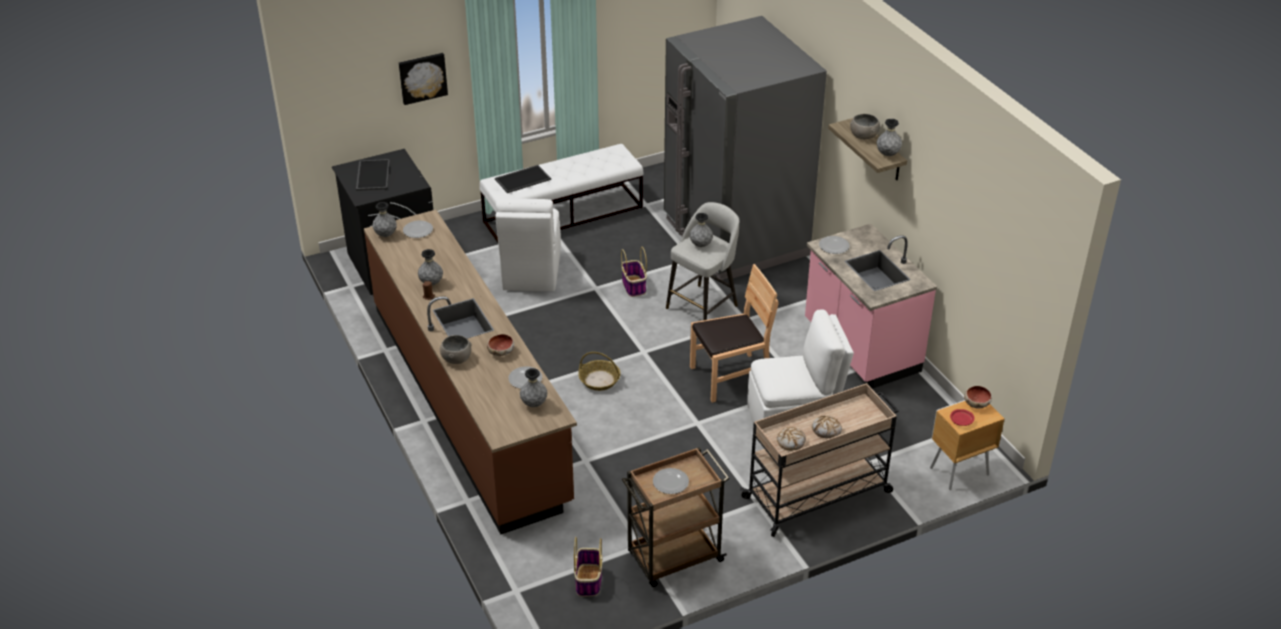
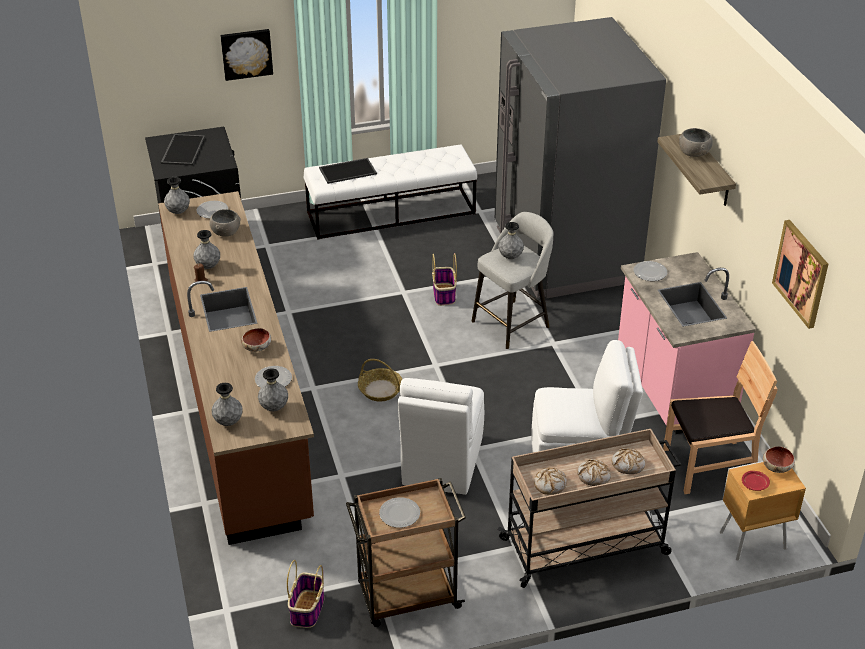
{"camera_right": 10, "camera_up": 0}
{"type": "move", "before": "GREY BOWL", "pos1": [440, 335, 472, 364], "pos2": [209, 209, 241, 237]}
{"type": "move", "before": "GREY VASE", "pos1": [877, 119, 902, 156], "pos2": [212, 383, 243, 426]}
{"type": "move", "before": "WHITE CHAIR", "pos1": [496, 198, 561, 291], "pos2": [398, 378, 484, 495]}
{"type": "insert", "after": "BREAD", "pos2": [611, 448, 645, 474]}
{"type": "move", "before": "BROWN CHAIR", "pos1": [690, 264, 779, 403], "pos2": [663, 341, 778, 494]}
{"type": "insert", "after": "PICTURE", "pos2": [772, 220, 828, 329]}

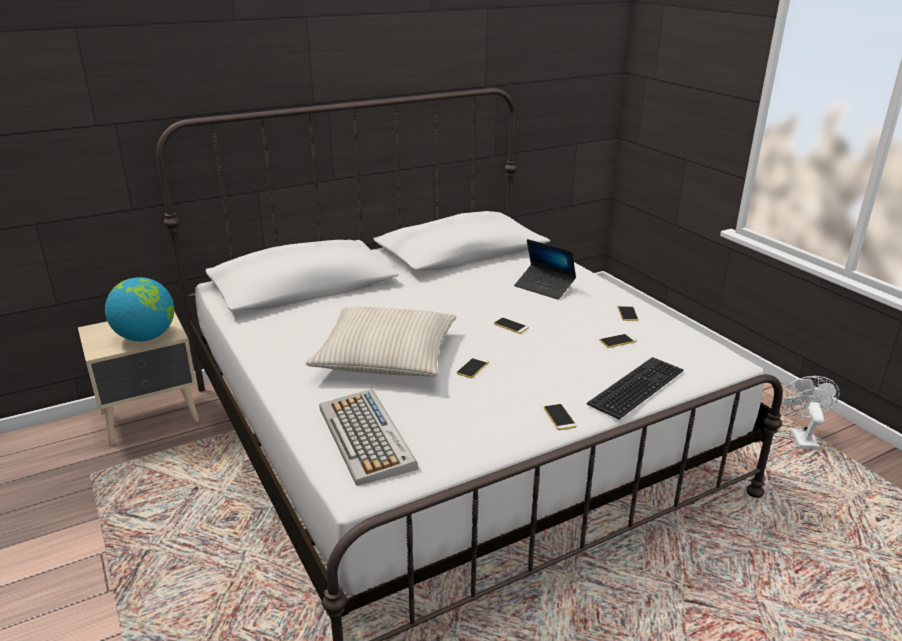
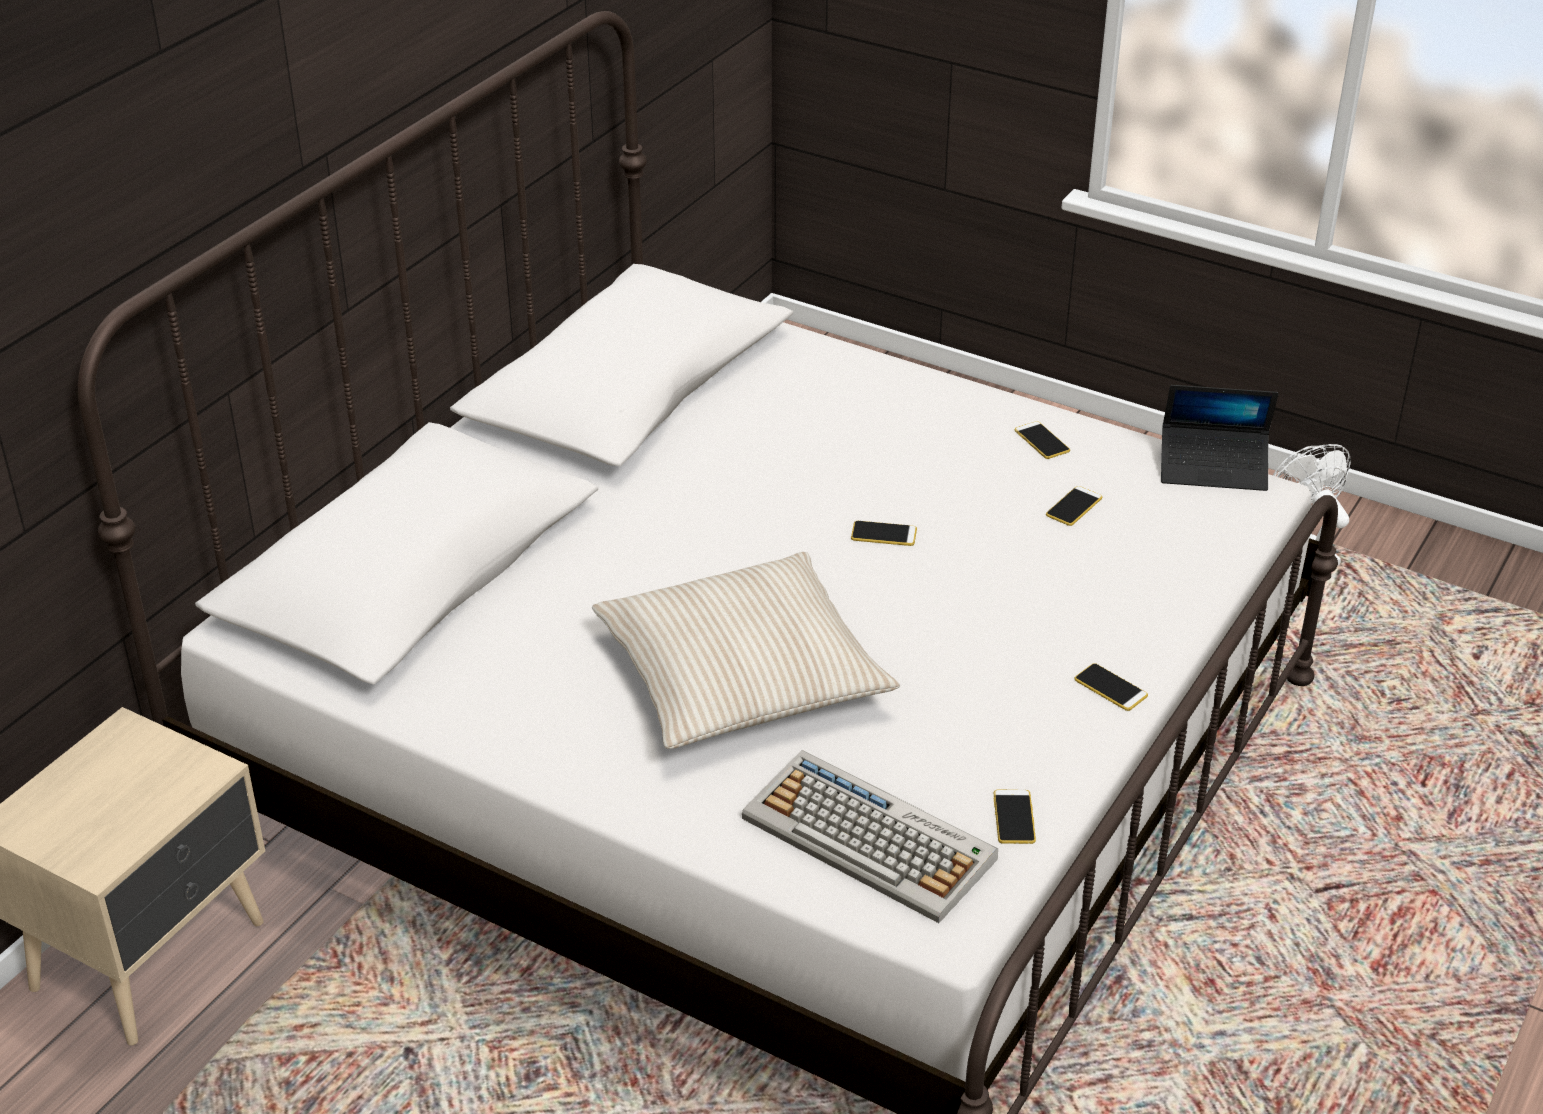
{"camera_right": -30, "camera_up": 10}
{"type": "move", "before": "PHONE", "pos1": [456, 357, 489, 378], "pos2": [994, 790, 1036, 844]}
{"type": "move", "before": "LAPTOP", "pos1": [514, 239, 576, 300], "pos2": [1161, 385, 1278, 491]}
{"type": "delete", "before": "GLOBE", "pos1": [105, 277, 174, 341]}
{"type": "delete", "before": "KEYBOARD", "pos1": [587, 357, 684, 419]}

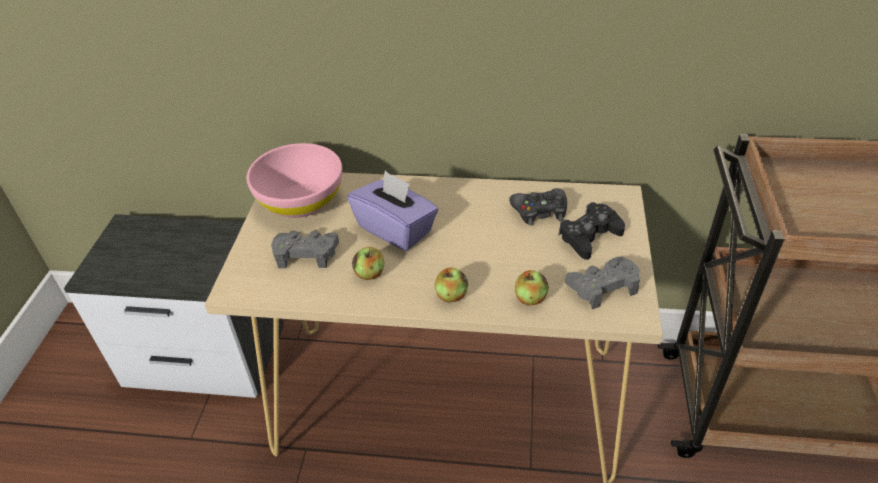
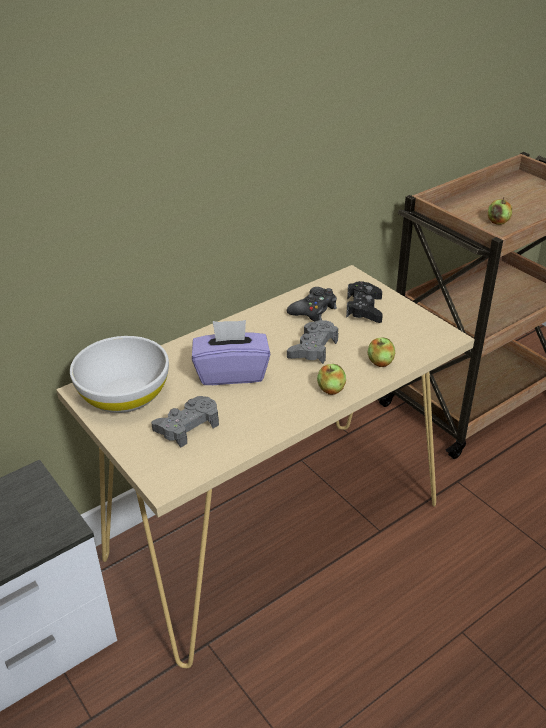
{"camera_right": -45, "camera_up": -5}
{"type": "recolor", "before": "PINK BOWL", "after": "WHITE BOWL", "pos1": [246, 143, 342, 218], "pos2": [70, 336, 169, 413]}
{"type": "move", "before": "GREY GAME CONTROLLER", "pos1": [565, 257, 640, 309], "pos2": [287, 320, 338, 364]}
{"type": "move", "before": "APPLE", "pos1": [352, 247, 384, 280], "pos2": [488, 197, 512, 225]}

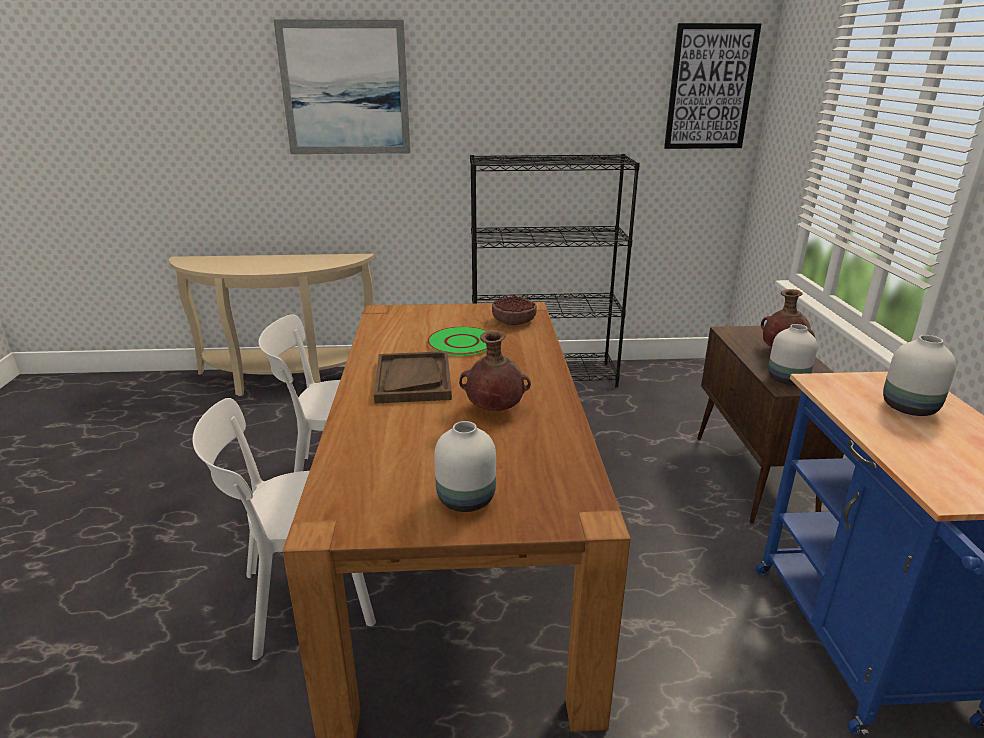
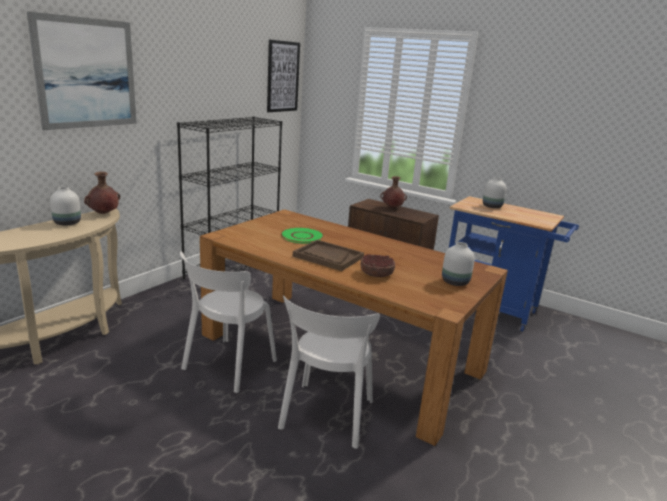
{"camera_right": -55, "camera_up": -5}
{"type": "move", "before": "WHITE VASE", "pos1": [768, 324, 817, 385], "pos2": [50, 187, 81, 226]}
{"type": "move", "before": "BROWN VASE", "pos1": [459, 330, 531, 411], "pos2": [84, 172, 120, 214]}
{"type": "move", "before": "BOWL", "pos1": [492, 296, 537, 325], "pos2": [361, 254, 395, 277]}

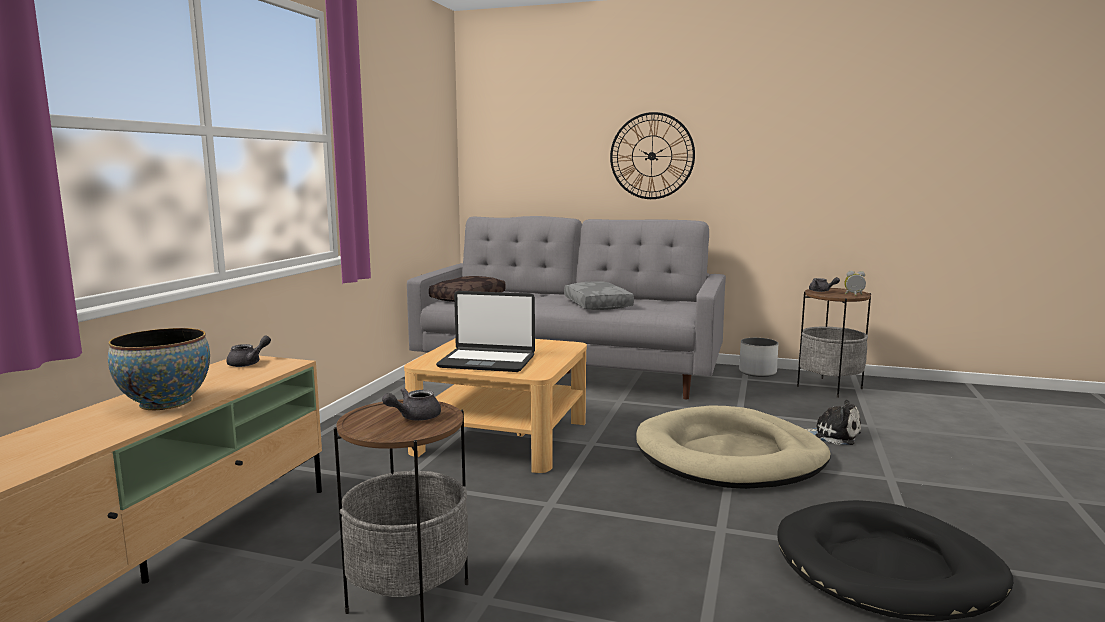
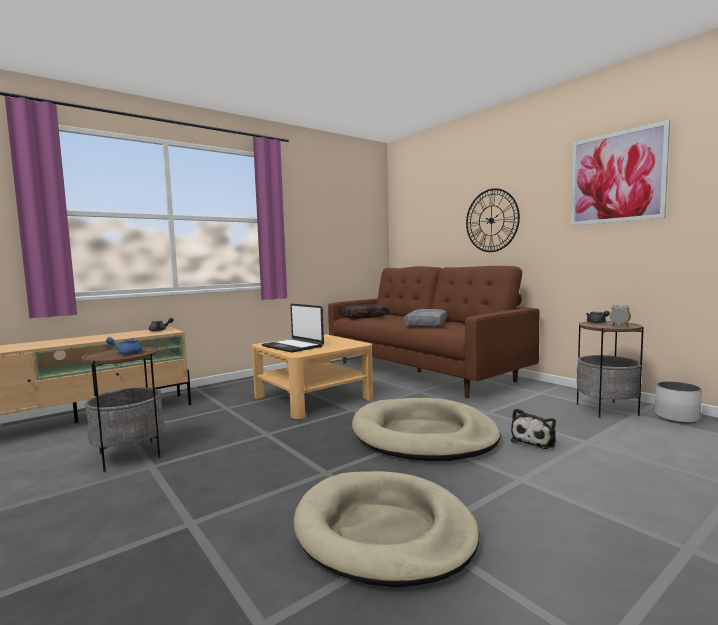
{"camera_right": 35, "camera_up": -5}
{"type": "recolor", "before": "GREY TEAPOT", "after": "BLUE TEAPOT", "pos1": [382, 388, 441, 421], "pos2": [106, 337, 142, 355]}
{"type": "recolor", "before": "BLACK DOG BED", "after": "BEIGE DOG BED", "pos1": [777, 500, 1013, 621], "pos2": [294, 471, 479, 587]}
{"type": "recolor", "before": "GREY SOFA", "after": "BROWN SOFA", "pos1": [407, 216, 726, 399], "pos2": [328, 266, 540, 398]}
{"type": "rotate", "before": "PLUSH TOY", "pos1": [806, 400, 861, 445], "pos2": [511, 408, 556, 449], "turn": 60}
{"type": "insert", "after": "PICTURE", "pos2": [571, 120, 670, 226]}
{"type": "move", "before": "WHITE PLANTER", "pos1": [739, 338, 778, 377], "pos2": [655, 381, 702, 424]}
{"type": "delete", "before": "BOWL", "pos1": [108, 328, 210, 410]}

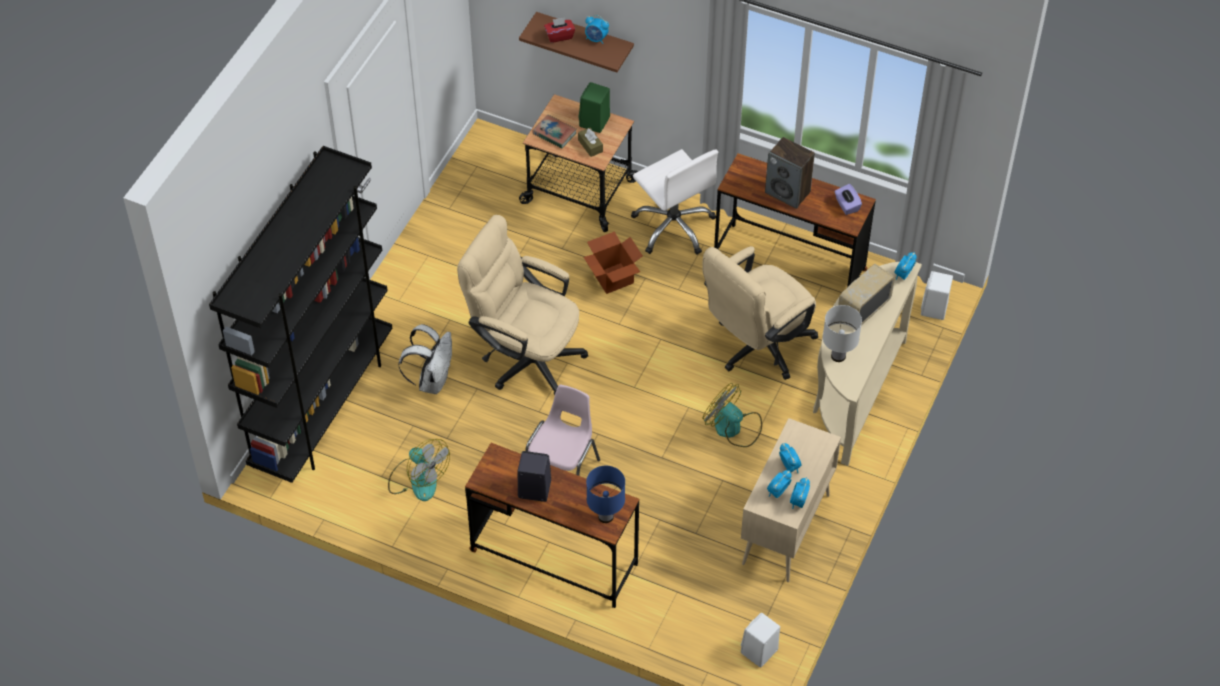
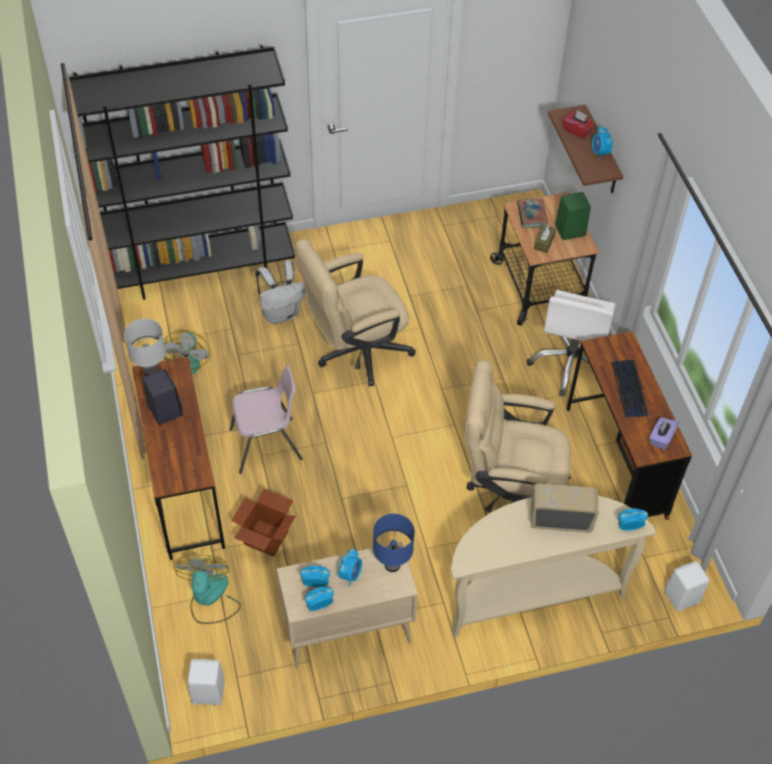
{"camera_right": 50, "camera_up": 0}
{"type": "move", "before": "WHITE TABLE LAMP", "pos1": [823, 305, 862, 362], "pos2": [124, 319, 166, 376]}
{"type": "move", "before": "FAN", "pos1": [703, 383, 762, 447], "pos2": [173, 555, 241, 624]}
{"type": "move", "before": "CARDBOARD BOX", "pos1": [583, 231, 643, 294], "pos2": [231, 489, 296, 557]}
{"type": "rotate", "before": "BEIGE OFFICE CHAIR", "pos1": [457, 215, 588, 395], "pos2": [294, 239, 416, 386], "turn": -105}
{"type": "move", "before": "BLUE TABLE LAMP", "pos1": [586, 466, 625, 523], "pos2": [373, 514, 415, 572]}
{"type": "replace", "before": "SPEAKER", "after": "KEYBOARD", "pos1": [765, 137, 815, 209], "pos2": [611, 360, 648, 418]}

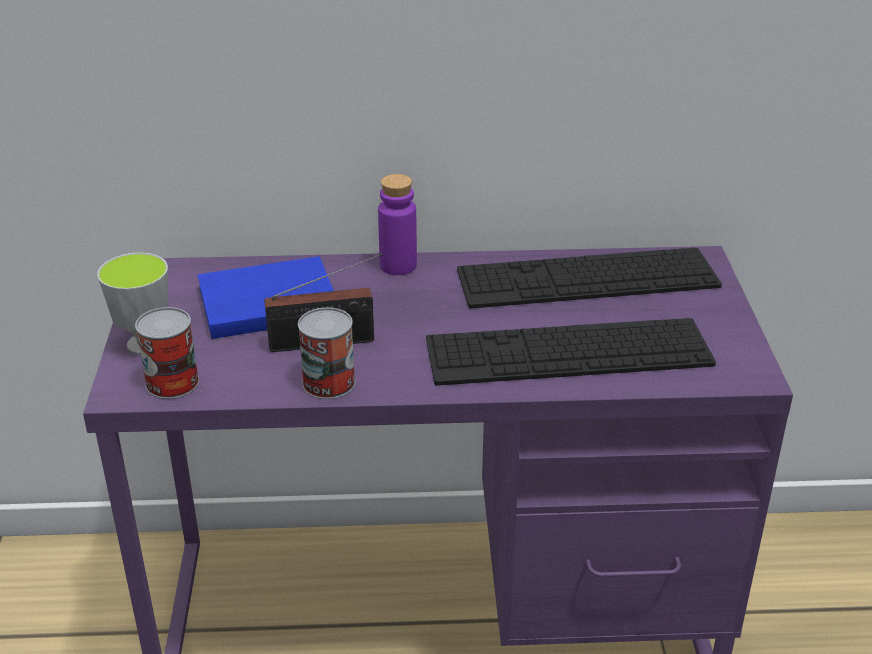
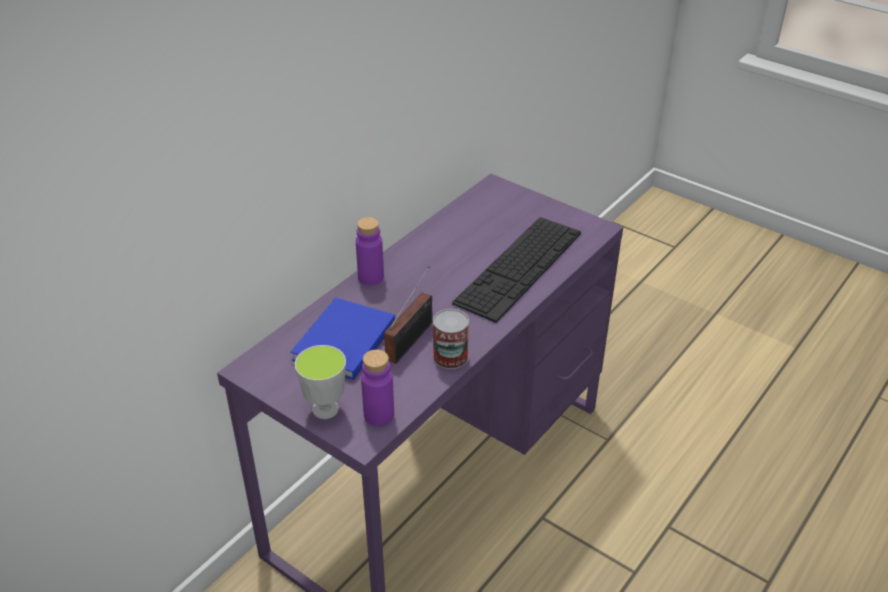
{"camera_right": -50, "camera_up": 5}
{"type": "replace", "before": "CAN", "after": "PURPLE BOTTLE", "pos1": [135, 307, 199, 399], "pos2": [361, 350, 394, 426]}
{"type": "delete", "before": "KEYBOARD", "pos1": [457, 247, 722, 309]}

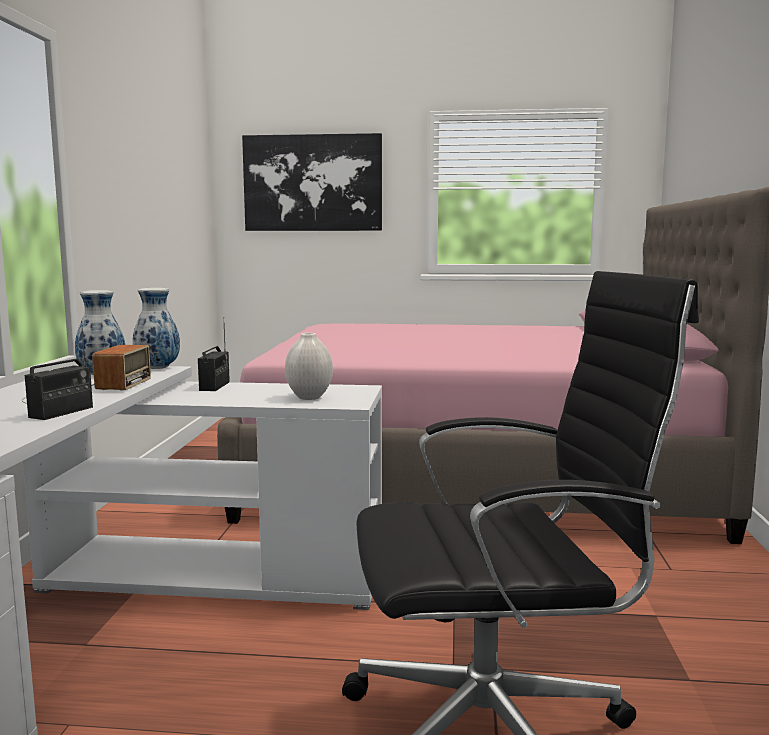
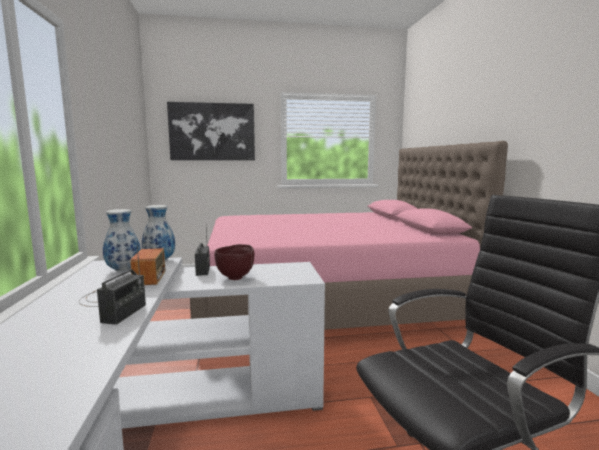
{"camera_right": -15, "camera_up": 0}
{"type": "insert", "after": "BROWN BOWL", "pos2": [215, 244, 254, 280]}
{"type": "delete", "before": "WHITE VASE", "pos1": [285, 333, 333, 400]}

